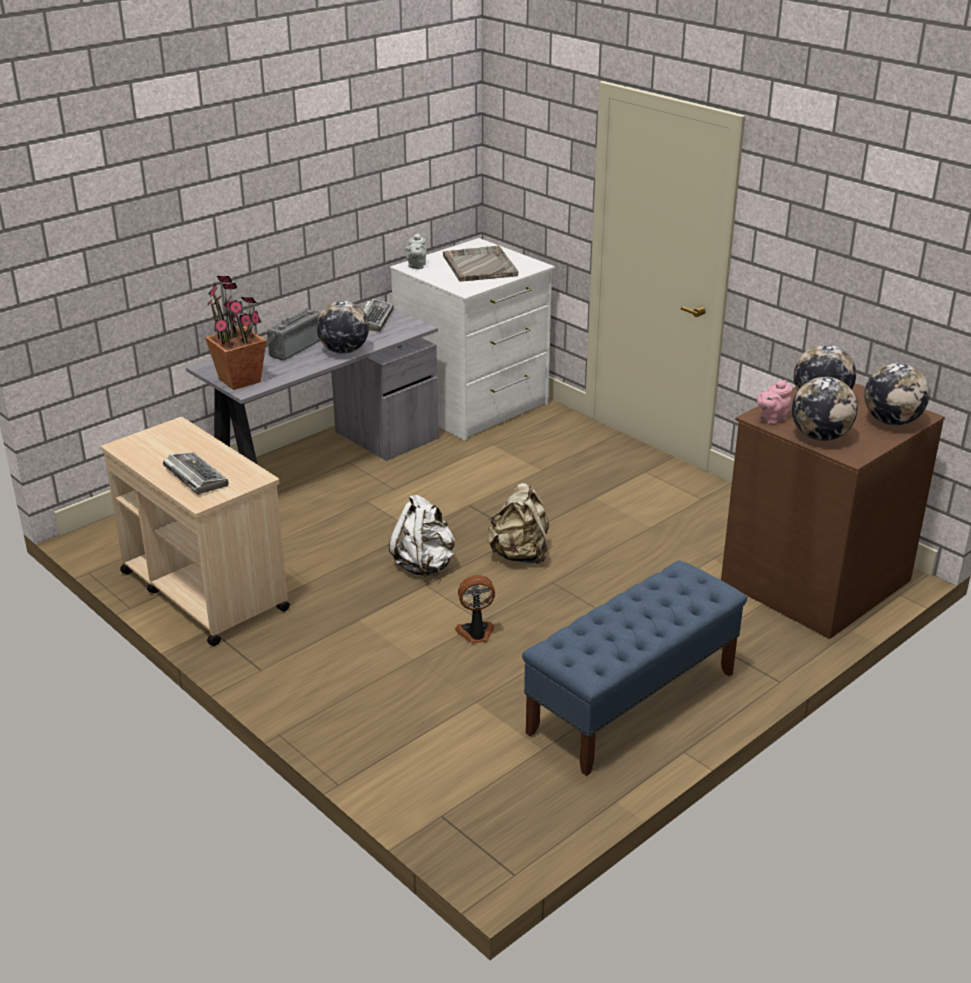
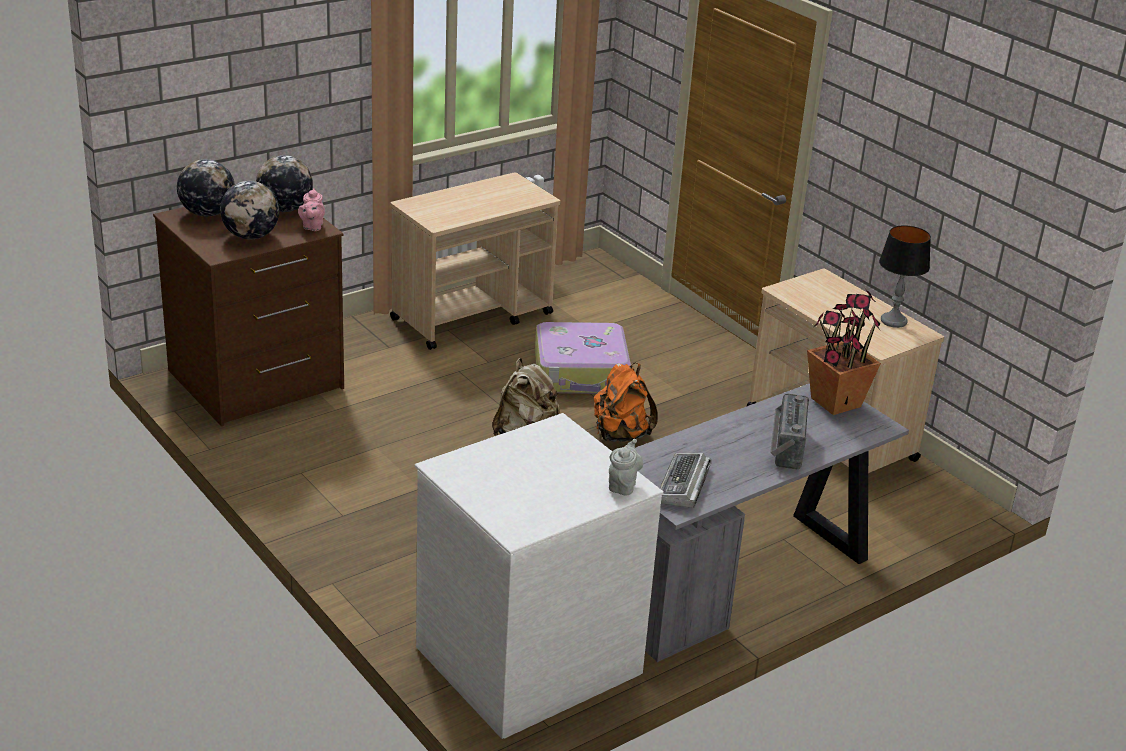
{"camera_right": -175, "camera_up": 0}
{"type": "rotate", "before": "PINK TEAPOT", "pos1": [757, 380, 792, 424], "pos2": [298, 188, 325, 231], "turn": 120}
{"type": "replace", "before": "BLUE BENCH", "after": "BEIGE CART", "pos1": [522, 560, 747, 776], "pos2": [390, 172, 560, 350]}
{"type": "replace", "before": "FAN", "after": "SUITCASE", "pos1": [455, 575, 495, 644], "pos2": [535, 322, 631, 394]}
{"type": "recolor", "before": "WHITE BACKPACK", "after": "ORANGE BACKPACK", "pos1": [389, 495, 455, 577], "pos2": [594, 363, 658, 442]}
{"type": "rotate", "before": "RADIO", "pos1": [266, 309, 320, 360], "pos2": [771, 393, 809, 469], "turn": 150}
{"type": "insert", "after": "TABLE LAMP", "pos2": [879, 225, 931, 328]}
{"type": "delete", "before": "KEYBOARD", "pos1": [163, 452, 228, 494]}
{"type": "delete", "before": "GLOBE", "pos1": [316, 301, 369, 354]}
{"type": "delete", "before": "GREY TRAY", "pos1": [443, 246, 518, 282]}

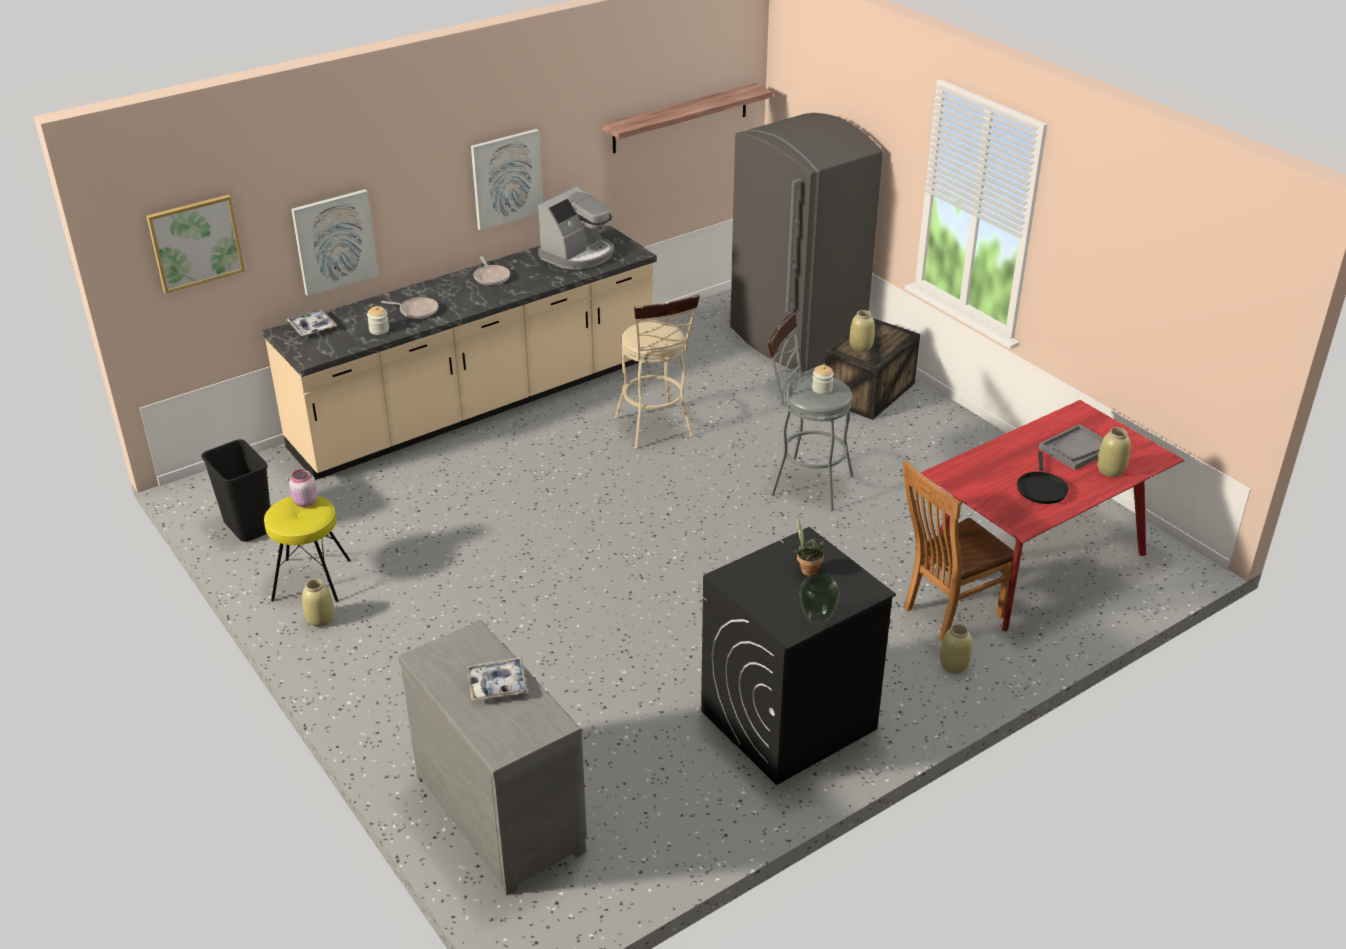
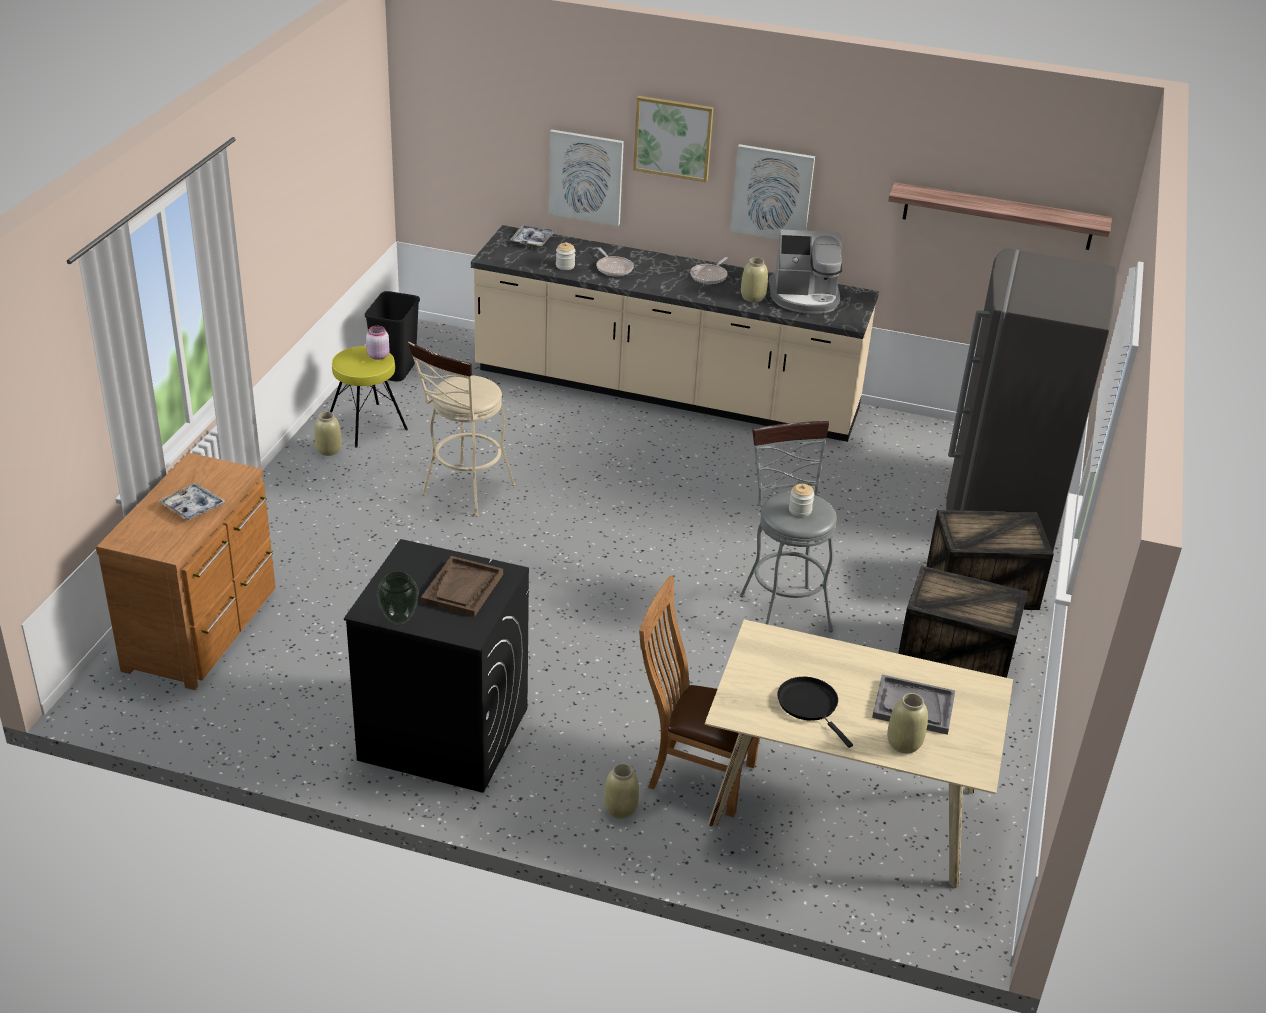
{"camera_right": 50, "camera_up": 0}
{"type": "recolor", "before": "GREY DRESSER", "after": "BROWN DRESSER", "pos1": [398, 620, 587, 895], "pos2": [96, 453, 276, 690]}
{"type": "move", "before": "BEIGE STOOL", "pos1": [615, 294, 700, 449], "pos2": [408, 341, 515, 517]}
{"type": "replace", "before": "POTTED PLANT", "after": "BROWN TRAY", "pos1": [793, 515, 824, 576], "pos2": [421, 556, 503, 617]}
{"type": "move", "before": "PICTURE", "pos1": [147, 195, 245, 294], "pos2": [633, 96, 714, 182]}
{"type": "recolor", "before": "RED DINING TABLE", "after": "BEIGE DINING TABLE", "pos1": [921, 400, 1184, 631], "pos2": [705, 619, 1013, 888]}
{"type": "move", "before": "BEIGE VASE", "pos1": [849, 310, 875, 352], "pos2": [741, 257, 768, 302]}
{"type": "rotate", "before": "BLACK FRYING PAN", "pos1": [1017, 452, 1069, 504], "pos2": [778, 677, 853, 748], "turn": 90}
{"type": "insert", "after": "CRATE", "pos2": [898, 566, 1028, 678]}

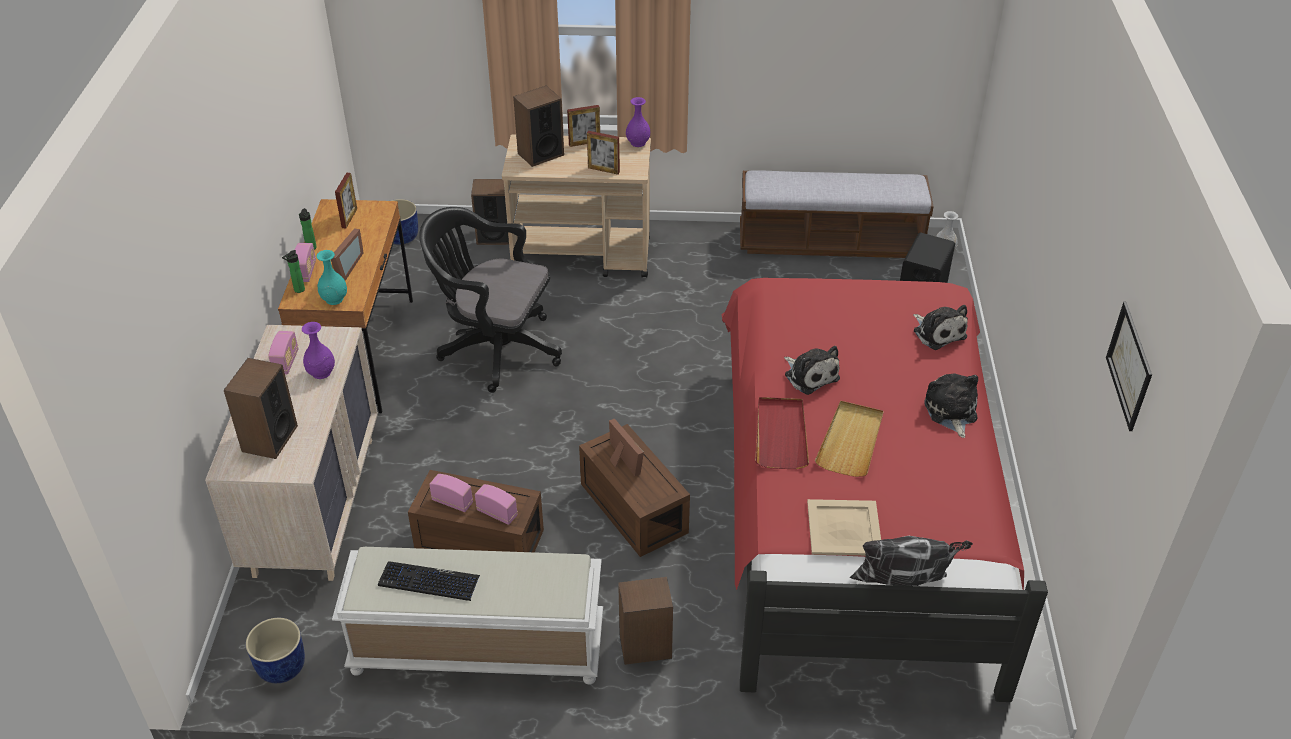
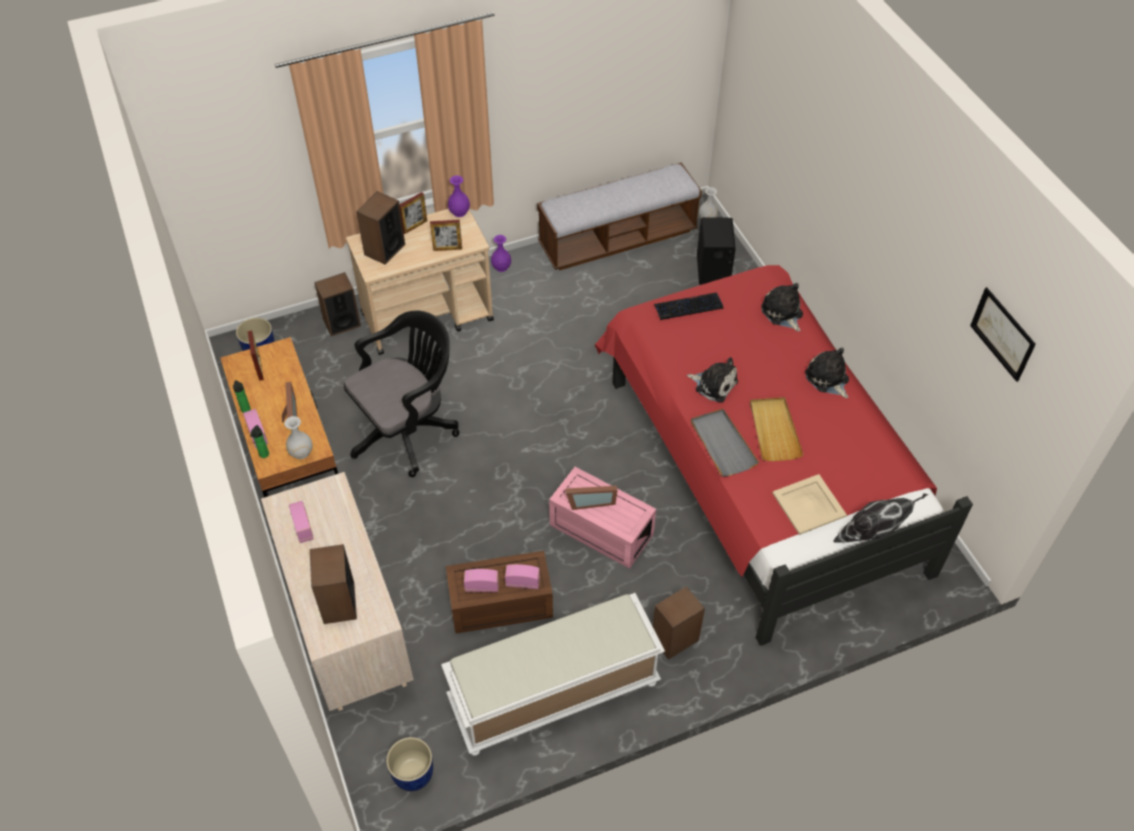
{"camera_right": -25, "camera_up": 10}
{"type": "recolor", "before": "TURQUOISE VASE", "after": "WHITE VASE", "pos1": [316, 250, 347, 305], "pos2": [284, 416, 313, 459]}
{"type": "rotate", "before": "BLACK OFFICE CHAIR", "pos1": [419, 207, 562, 393], "pos2": [344, 311, 459, 477], "turn": 150}
{"type": "move", "before": "PURPLE VASE", "pos1": [302, 322, 335, 379], "pos2": [491, 235, 511, 272]}
{"type": "recolor", "before": "BROWN STORAGE BOX", "after": "PINK STORAGE BOX", "pos1": [579, 424, 690, 557], "pos2": [549, 467, 656, 569]}
{"type": "rotate", "before": "PICTURE FRAME", "pos1": [609, 419, 644, 476], "pos2": [565, 486, 618, 510], "turn": 135}
{"type": "move", "before": "KEYBOARD", "pos1": [378, 561, 480, 601], "pos2": [654, 293, 724, 320]}
{"type": "recolor", "before": "RED TRAY", "after": "GREY TRAY", "pos1": [755, 397, 809, 469], "pos2": [691, 409, 759, 477]}
{"type": "rotate", "before": "PLUSH TOY", "pos1": [913, 305, 968, 350], "pos2": [761, 283, 803, 332], "turn": -150}

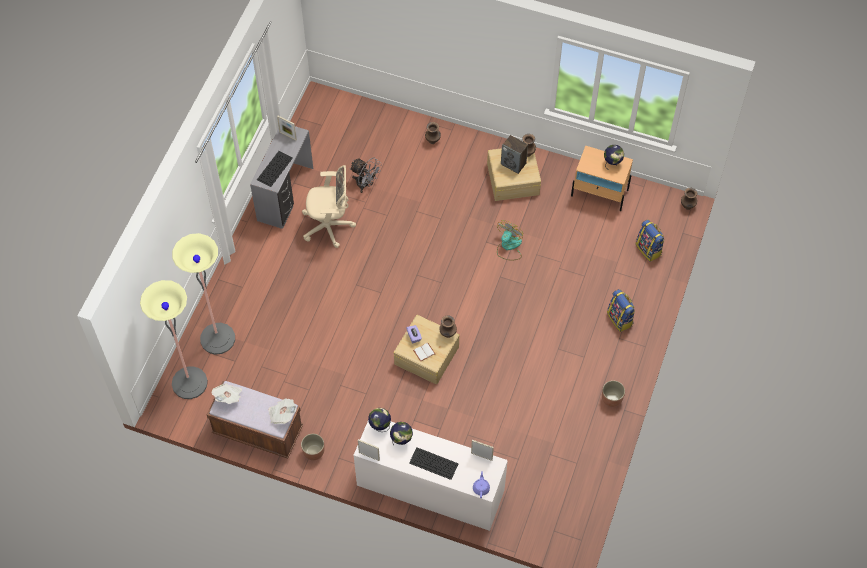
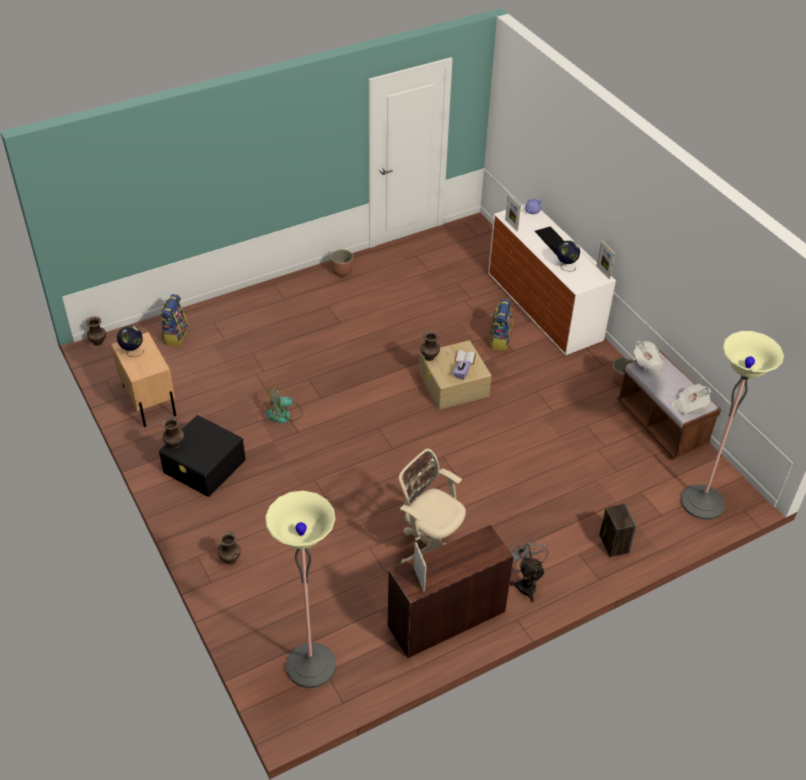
{"camera_right": -140, "camera_up": -15}
{"type": "recolor", "before": "BEIGE STORAGE BOX", "after": "BLACK STORAGE BOX", "pos1": [487, 148, 541, 201], "pos2": [159, 415, 246, 497]}
{"type": "move", "before": "FLOOR LAMP", "pos1": [172, 233, 235, 355], "pos2": [265, 491, 336, 688]}
{"type": "recolor", "before": "GREY DESK", "after": "BROWN DESK", "pos1": [250, 126, 313, 229], "pos2": [388, 525, 514, 658]}
{"type": "move", "before": "BACKPACK", "pos1": [607, 289, 635, 332], "pos2": [488, 299, 513, 351]}
{"type": "move", "before": "GREY FAN", "pos1": [350, 157, 382, 193], "pos2": [509, 537, 548, 602]}
{"type": "move", "before": "SPEAKER", "pos1": [501, 135, 528, 174], "pos2": [599, 503, 637, 557]}
{"type": "delete", "before": "KEYBOARD", "pos1": [257, 151, 293, 187]}
{"type": "delete", "before": "GLOBE", "pos1": [368, 408, 391, 432]}

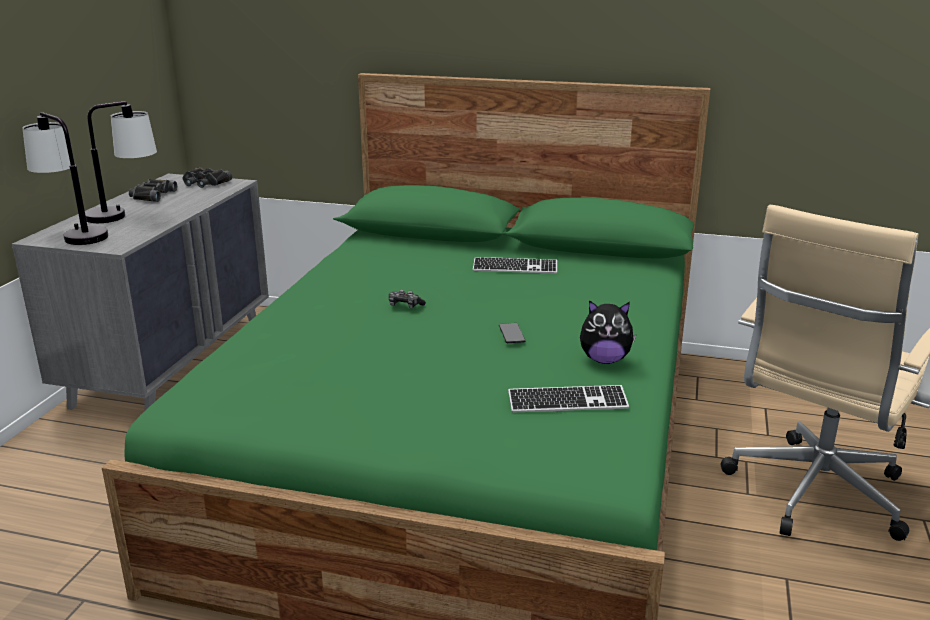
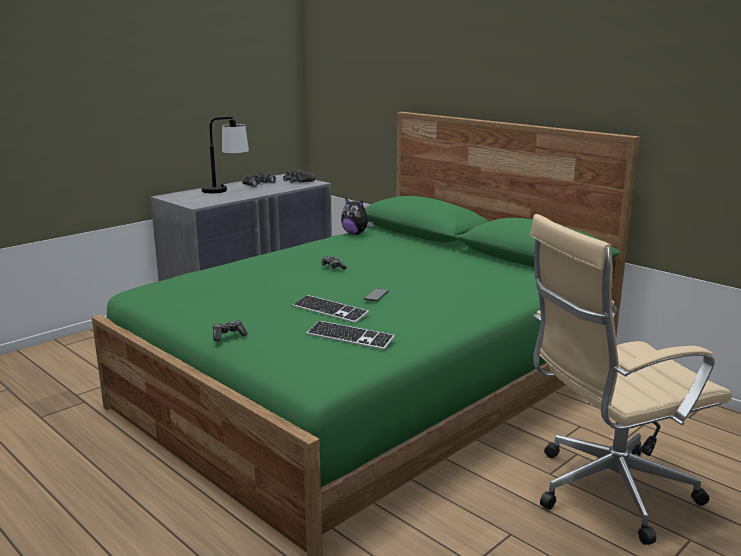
{"camera_right": 30, "camera_up": -5}
{"type": "insert", "after": "GAME CONTROLLER", "pos2": [213, 320, 248, 341]}
{"type": "move", "before": "KEYBOARD", "pos1": [473, 257, 557, 274], "pos2": [293, 295, 369, 323]}
{"type": "move", "before": "PLUSH TOY", "pos1": [580, 300, 637, 364], "pos2": [341, 198, 373, 234]}
{"type": "delete", "before": "TABLE LAMP", "pos1": [22, 112, 108, 245]}

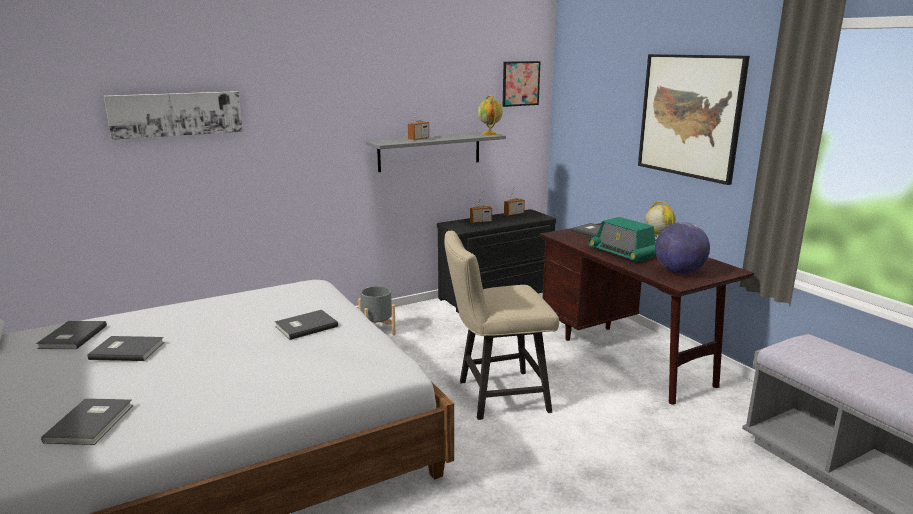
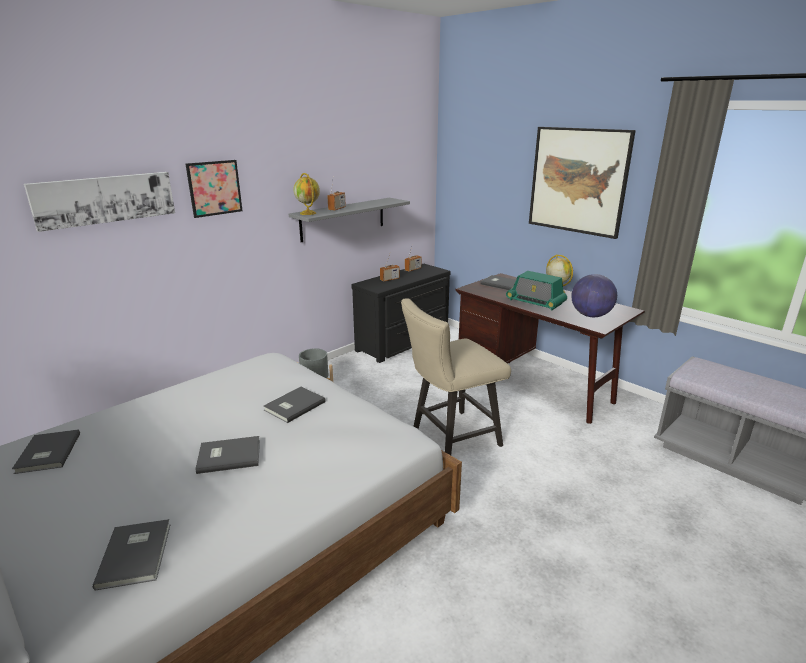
{"camera_right": -15, "camera_up": 5}
{"type": "move", "before": "PICTURE", "pos1": [503, 61, 541, 107], "pos2": [186, 160, 242, 218]}
{"type": "move", "before": "GREY BOOK", "pos1": [87, 336, 164, 361], "pos2": [195, 436, 260, 474]}
{"type": "move", "before": "GLOBE", "pos1": [478, 95, 503, 135], "pos2": [293, 173, 320, 215]}

